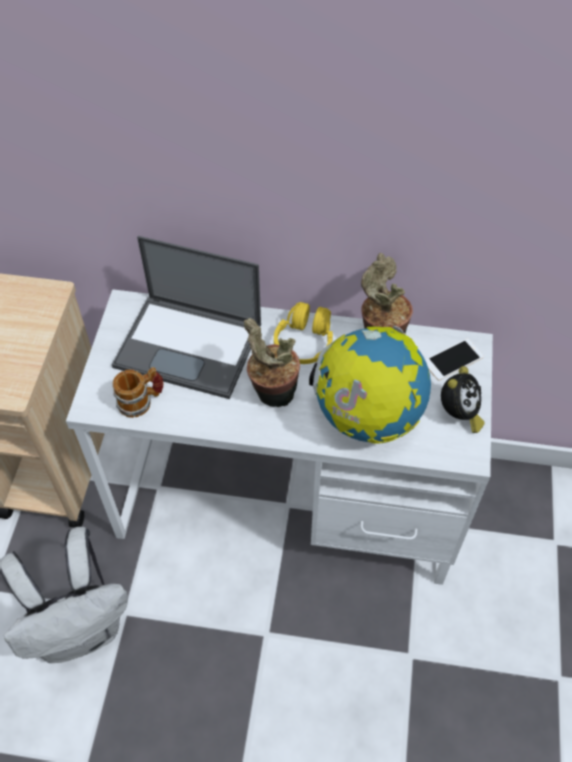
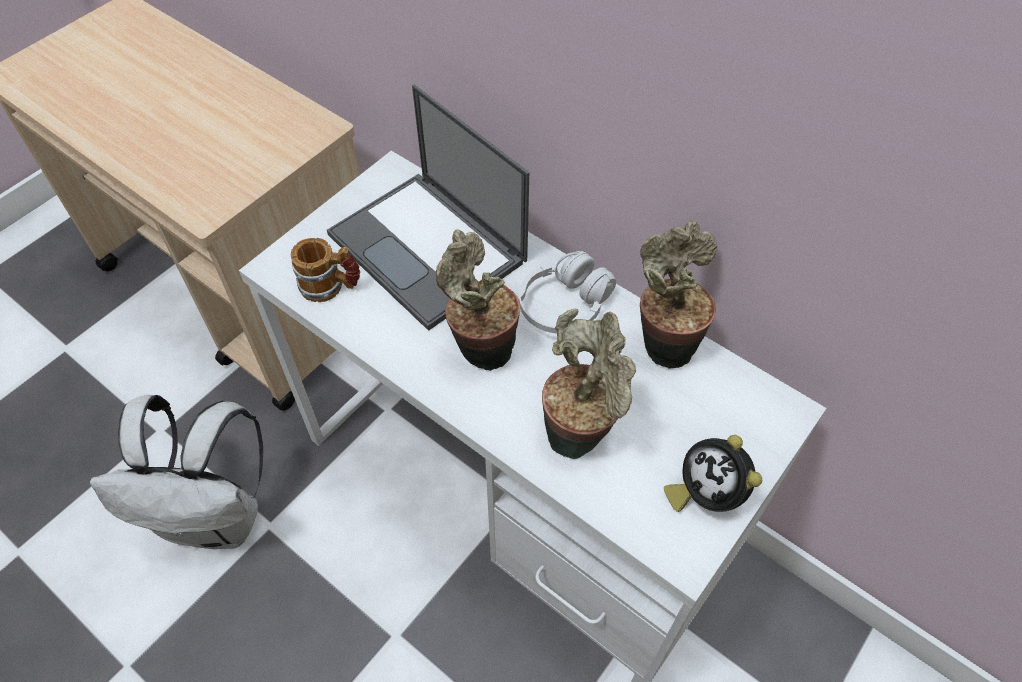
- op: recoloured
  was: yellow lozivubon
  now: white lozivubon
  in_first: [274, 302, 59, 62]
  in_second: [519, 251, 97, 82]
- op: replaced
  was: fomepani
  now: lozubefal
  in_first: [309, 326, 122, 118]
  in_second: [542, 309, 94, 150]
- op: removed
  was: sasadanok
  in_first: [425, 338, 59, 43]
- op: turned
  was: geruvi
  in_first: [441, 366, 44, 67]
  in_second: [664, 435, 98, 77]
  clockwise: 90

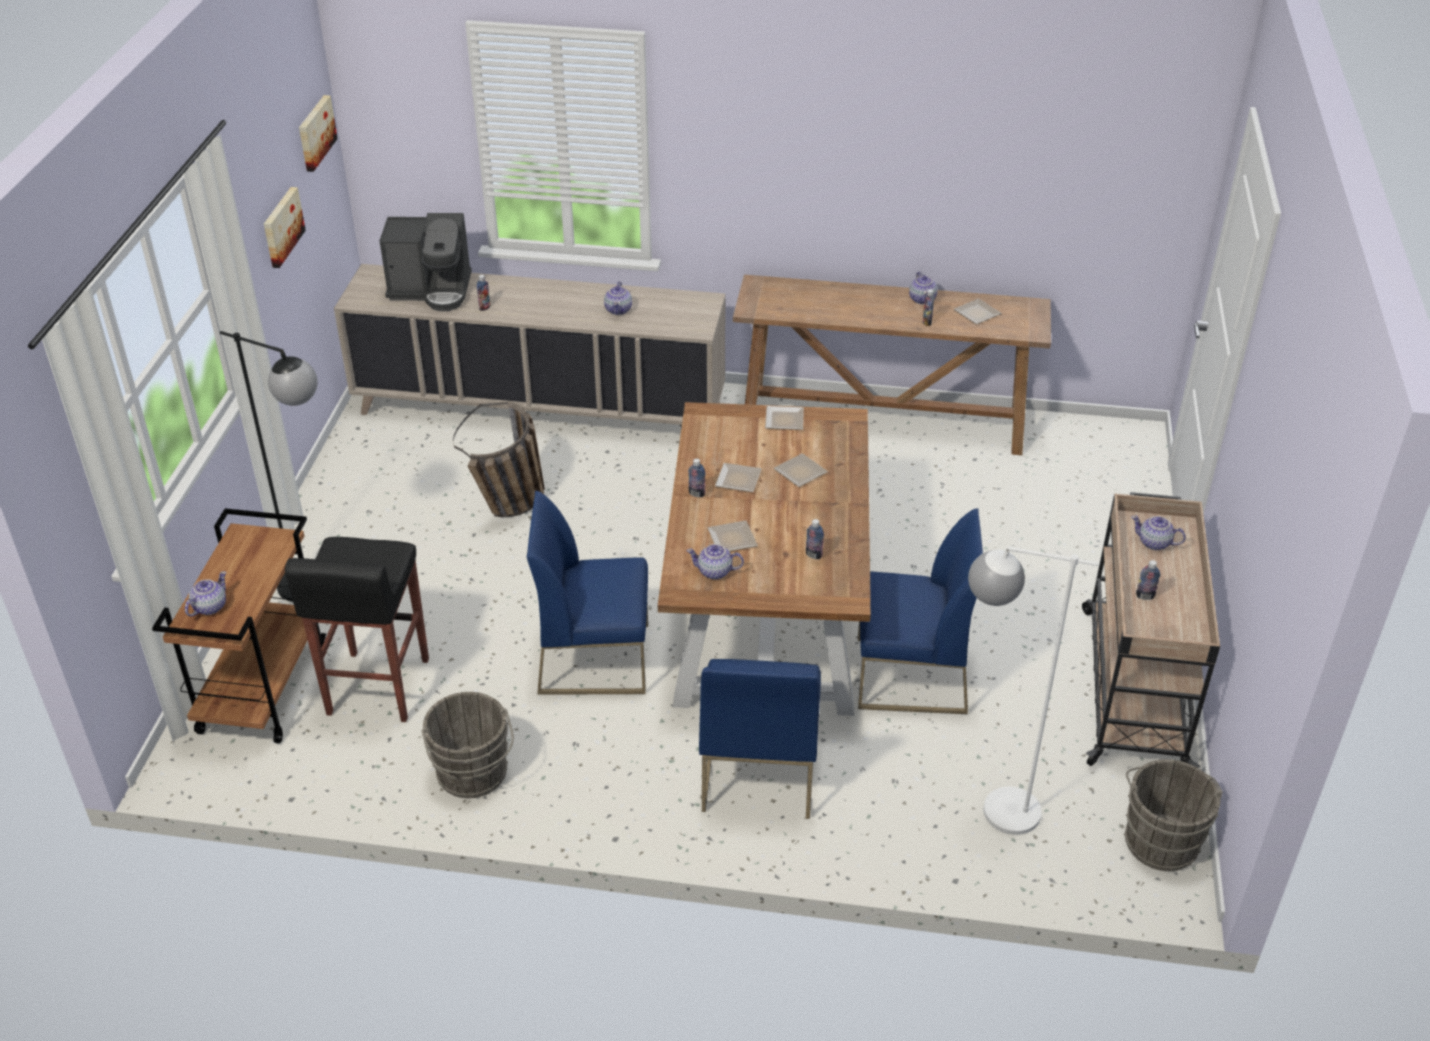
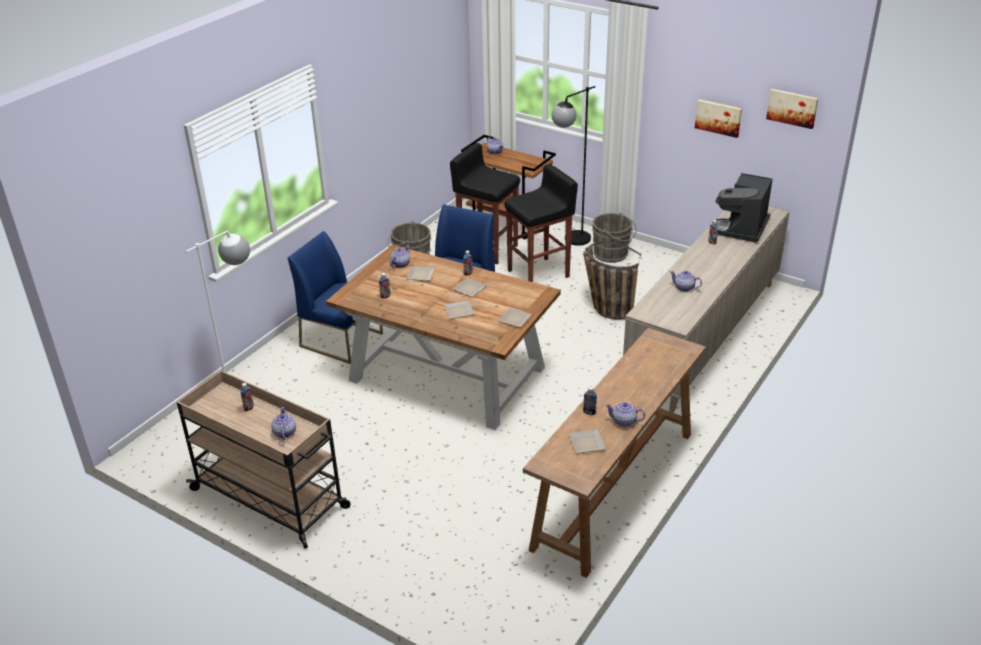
- op: removed
  was: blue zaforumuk
  in_first: [858, 508, 125, 206]
- op: turned
  was: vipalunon
  in_first: [1131, 515, 55, 35]
  in_second: [271, 407, 25, 33]
  clockwise: -60
- op: moved
  was: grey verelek
  in_first: [1124, 759, 99, 112]
  in_second: [592, 212, 45, 51]
- op: added
  now: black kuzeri
  in_second: [504, 164, 74, 118]

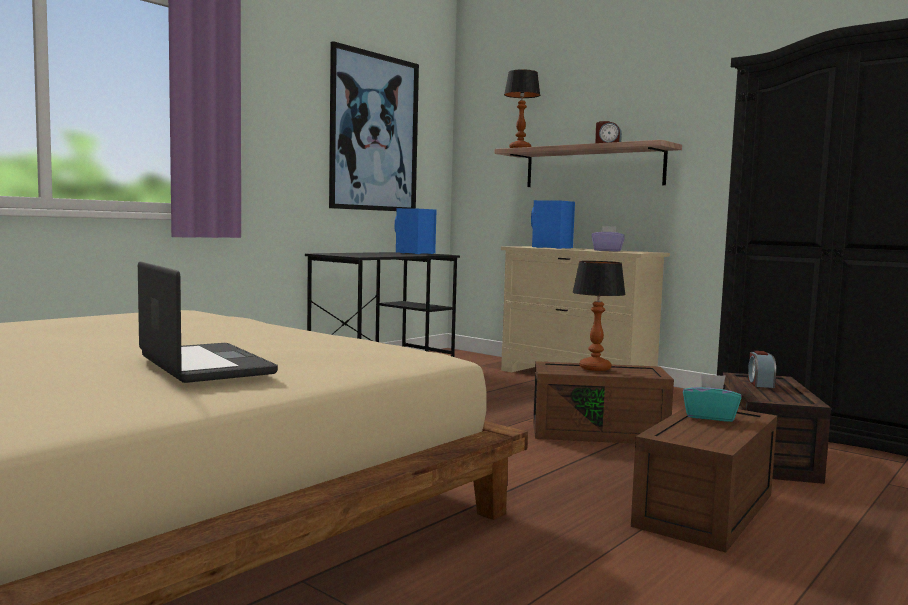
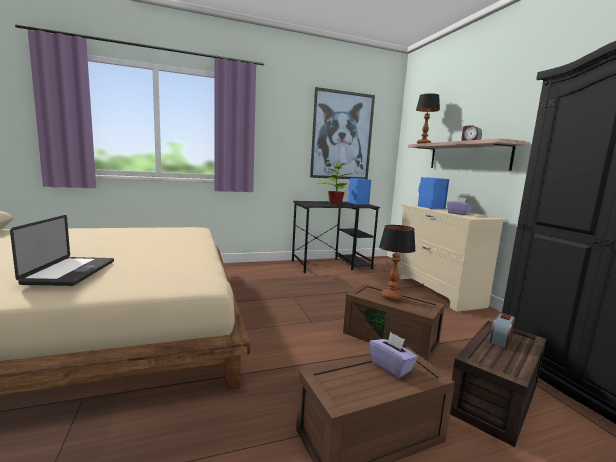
- op: recoloured
  was: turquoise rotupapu
  now: purple rotupapu
  in_first: [683, 373, 59, 49]
  in_second: [369, 332, 49, 46]
- op: added
  now: lozubefal
  in_second: [317, 161, 32, 44]

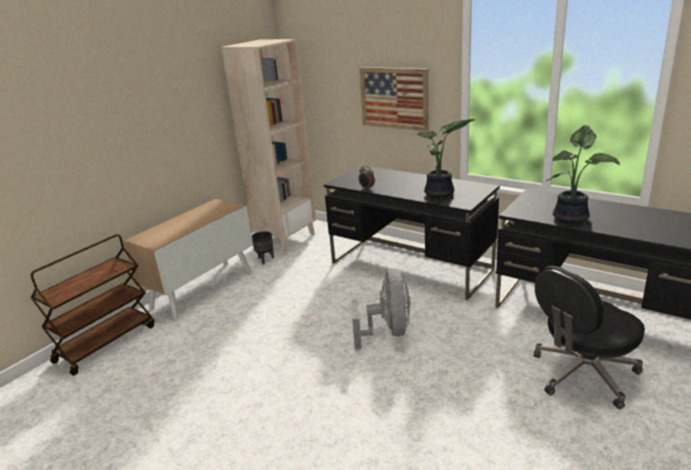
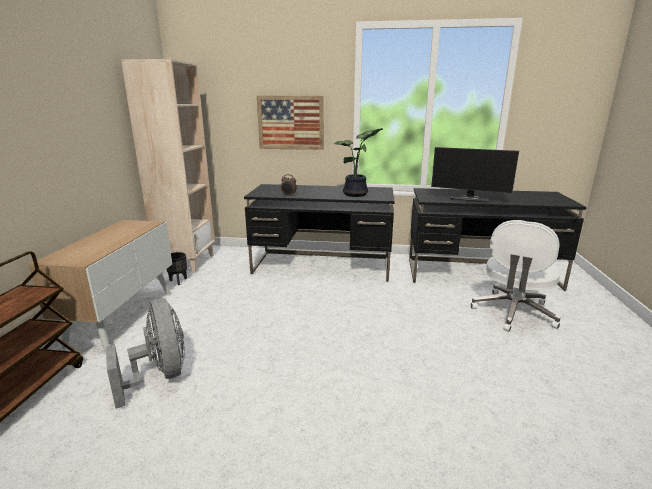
- op: replaced
  was: lozubefal
  now: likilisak
  in_first: [546, 125, 74, 99]
  in_second: [431, 147, 88, 56]
- op: recoloured
  was: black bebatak
  now: white bebatak
  in_first: [534, 266, 111, 143]
  in_second: [471, 220, 89, 112]
- op: moved
  was: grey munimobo
  in_first: [351, 268, 59, 81]
  in_second: [106, 298, 79, 111]

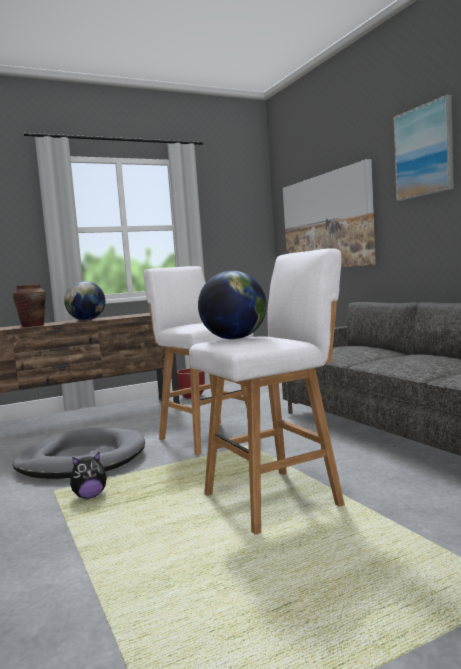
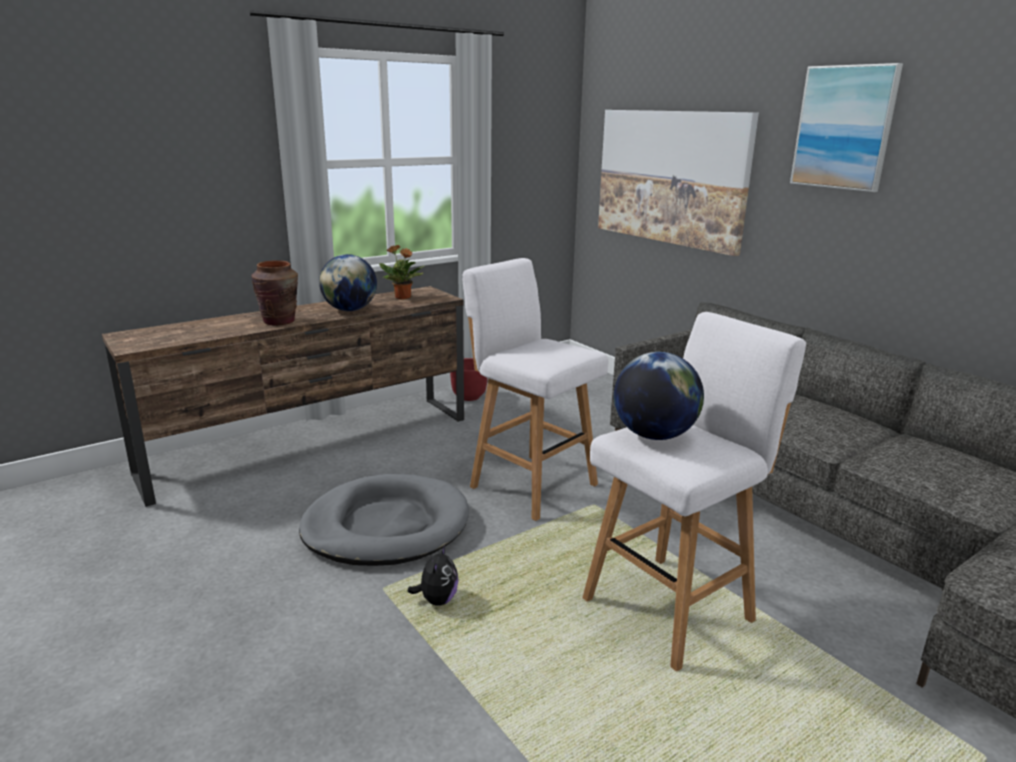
- op: turned
  was: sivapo
  in_first: [70, 452, 37, 47]
  in_second: [407, 545, 52, 60]
  clockwise: -45
- op: added
  now: lozubefal
  in_second: [379, 245, 45, 54]

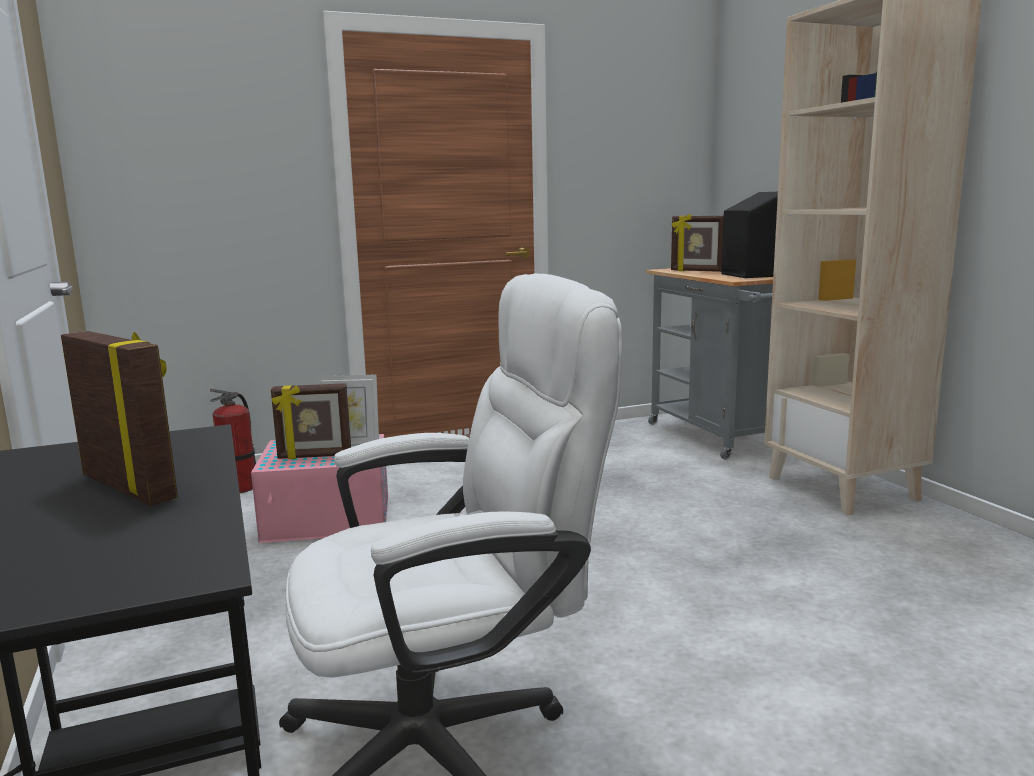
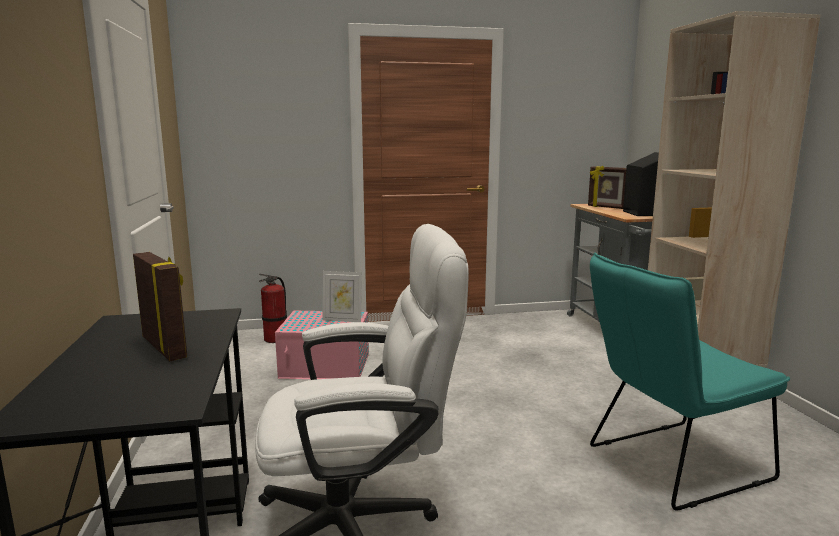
- op: removed
  was: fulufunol
  in_first: [271, 383, 80, 76]
- op: added
  now: turquoise zaforumuk
  in_second: [590, 252, 200, 258]

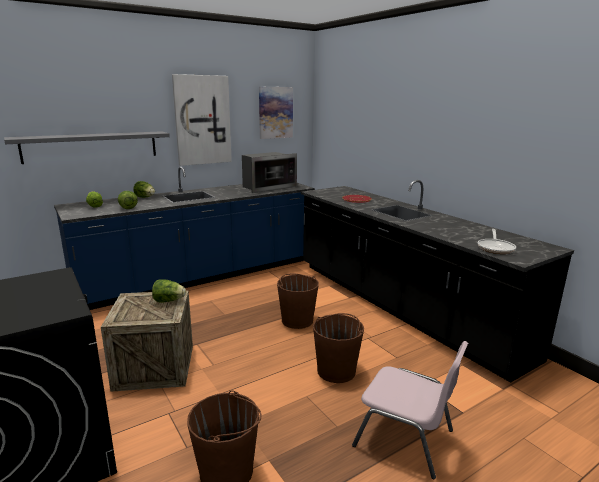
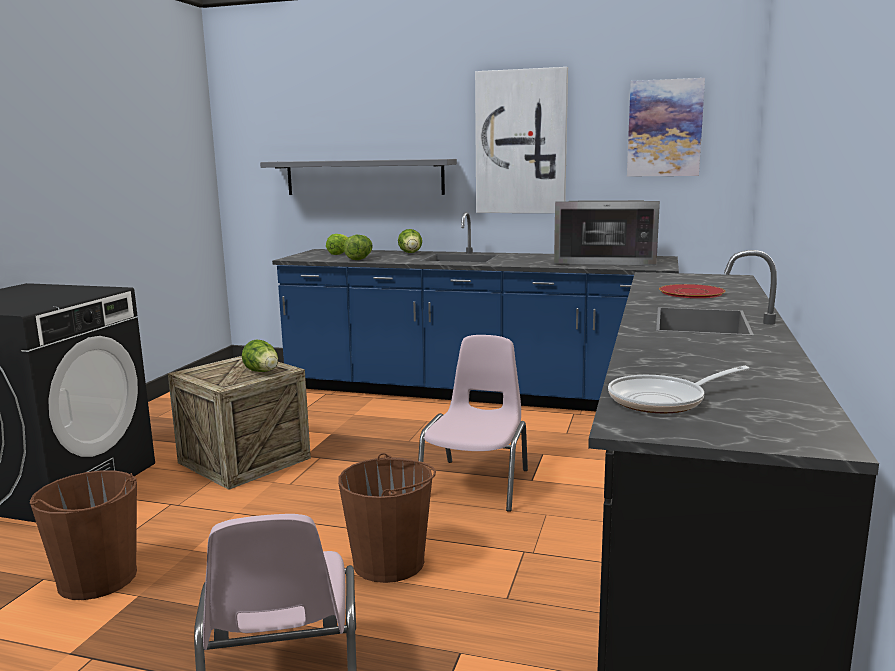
- op: replaced
  was: brown verelek
  now: pink zaforumuk
  in_first: [277, 274, 42, 55]
  in_second: [418, 335, 110, 177]

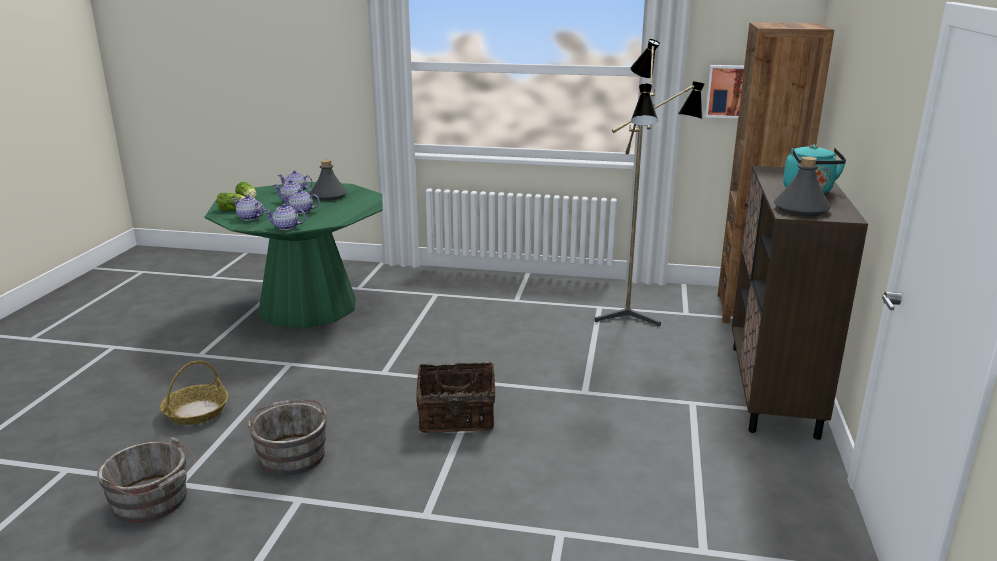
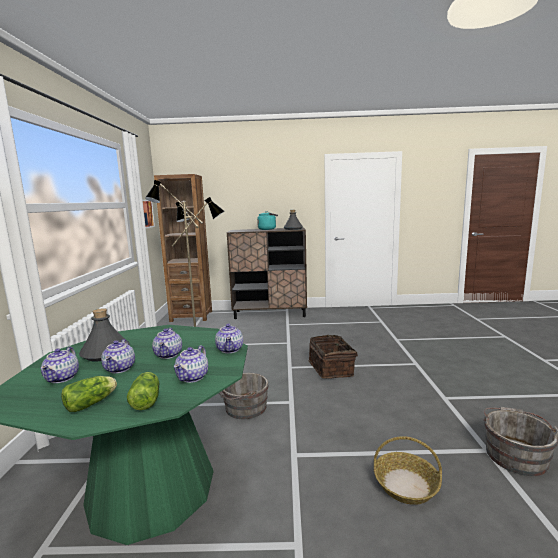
- op: moved
  was: grey verelek
  in_first: [248, 399, 79, 77]
  in_second: [219, 373, 50, 46]

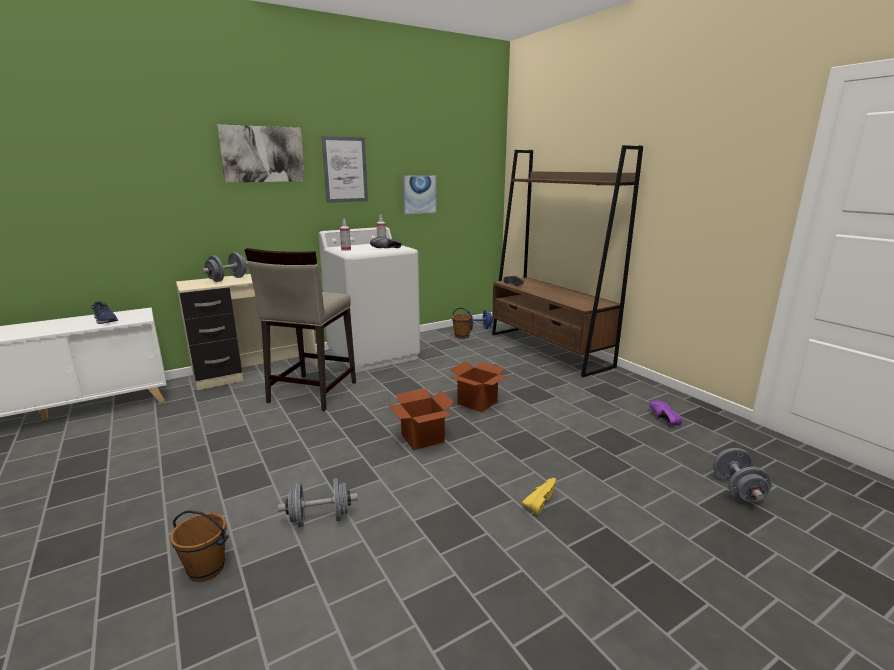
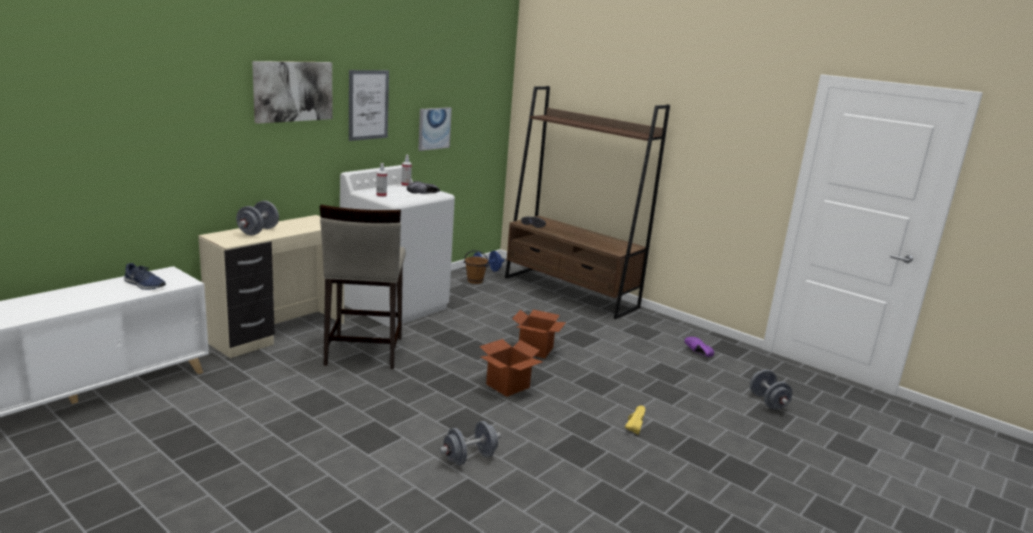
- op: removed
  was: brown verelek
  in_first: [170, 510, 59, 72]

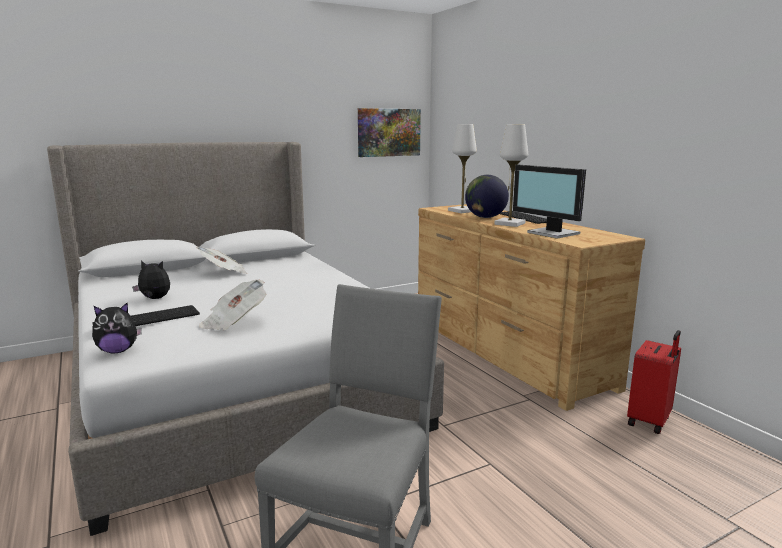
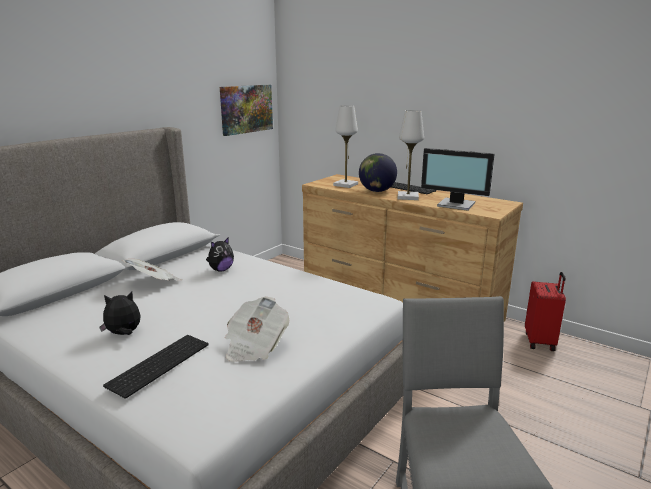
- op: moved
  was: sivapo
  in_first: [92, 303, 50, 51]
  in_second: [206, 237, 28, 35]

